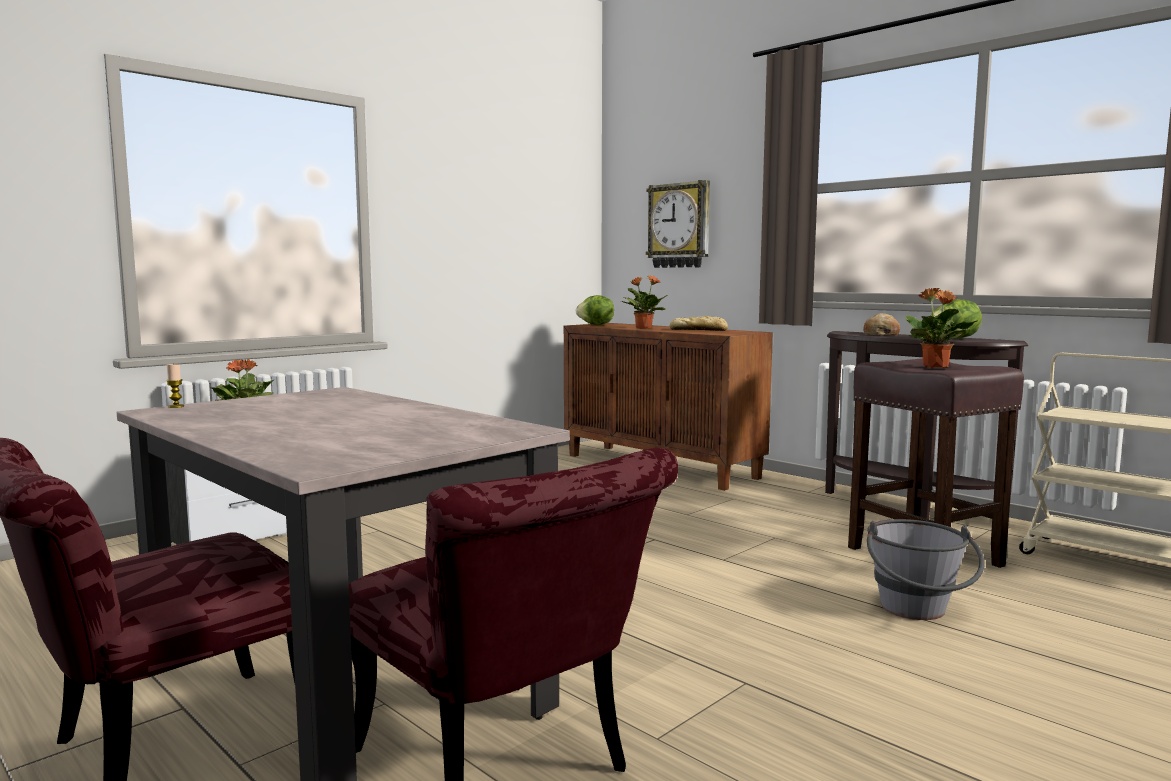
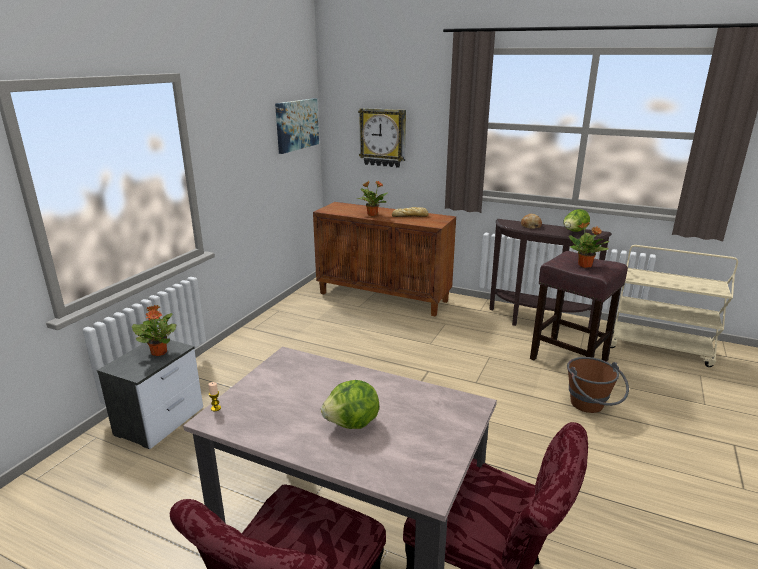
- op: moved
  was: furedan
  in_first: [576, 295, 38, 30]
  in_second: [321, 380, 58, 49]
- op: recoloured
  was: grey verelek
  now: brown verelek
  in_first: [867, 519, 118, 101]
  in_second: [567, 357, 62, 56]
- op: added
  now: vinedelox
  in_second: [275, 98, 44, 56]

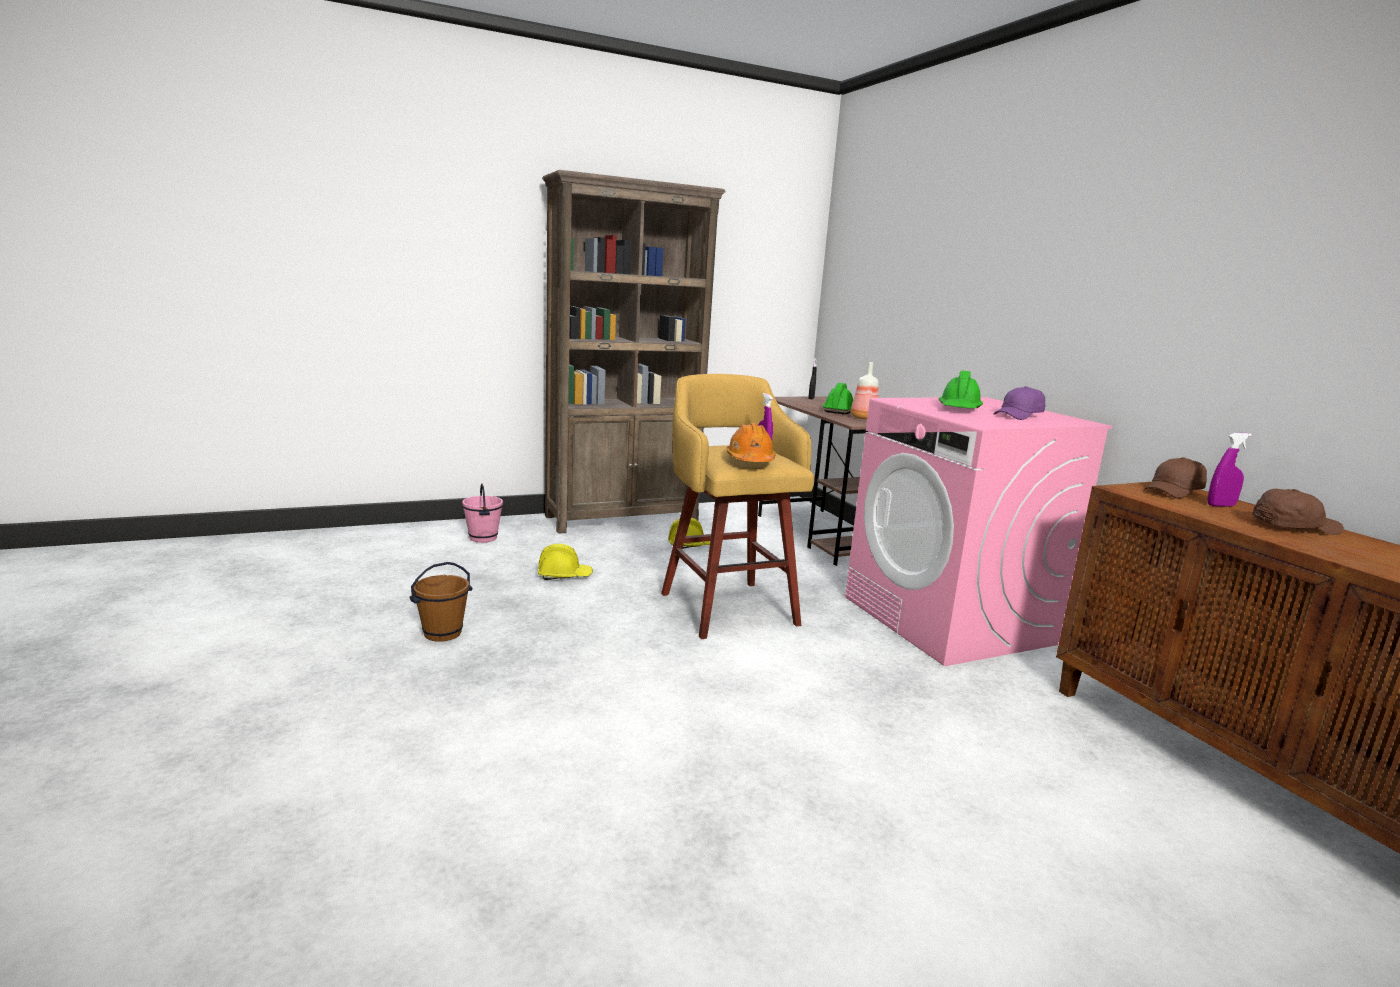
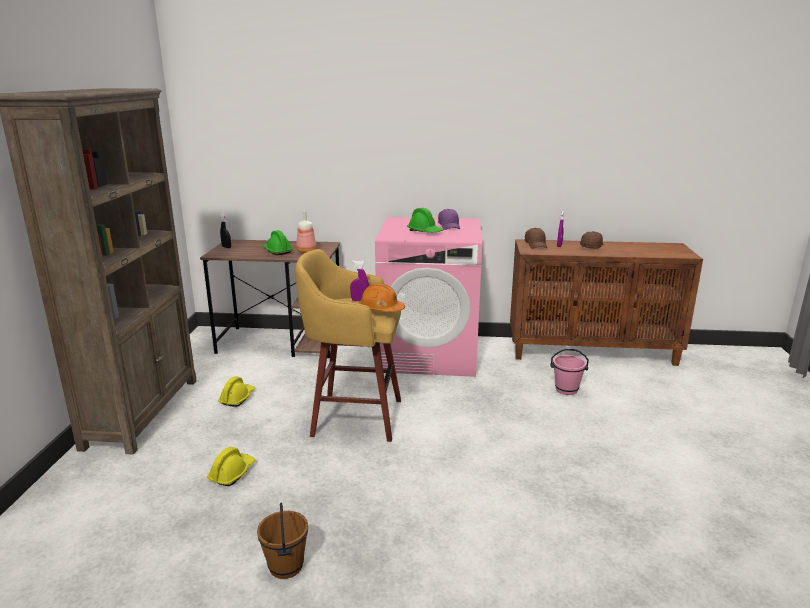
- op: moved
  was: pink verelek
  in_first: [462, 483, 41, 60]
  in_second: [550, 349, 39, 46]

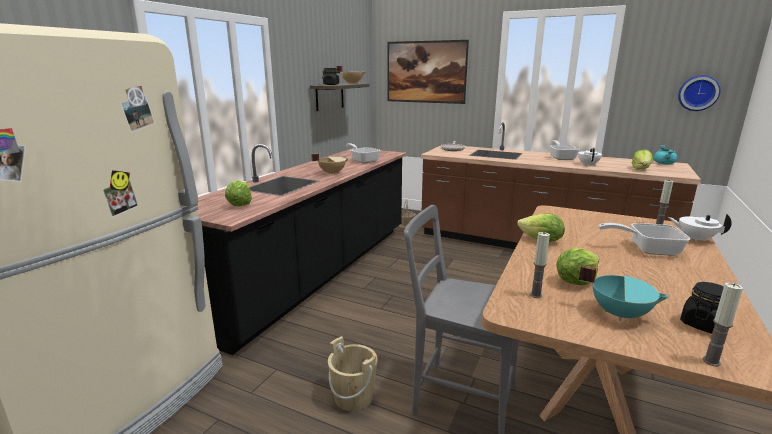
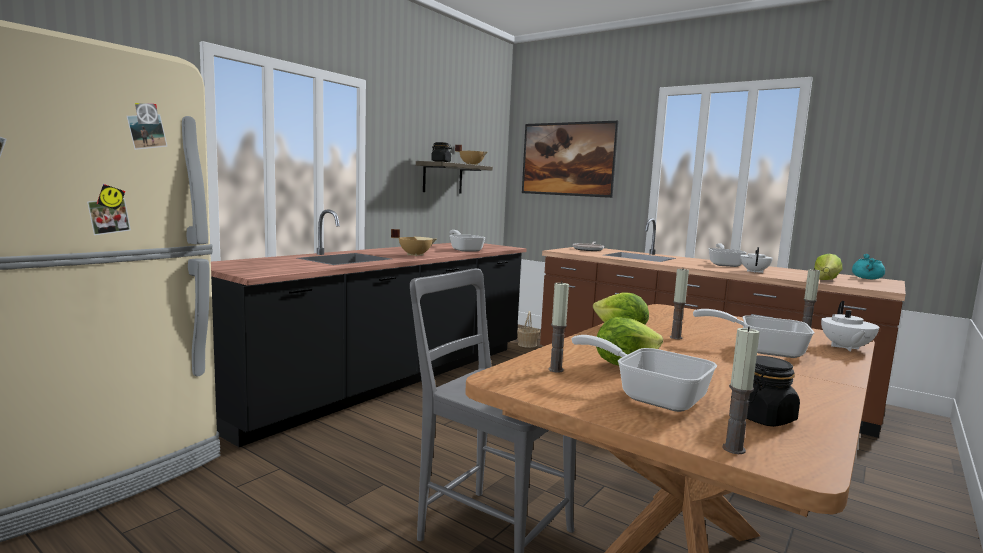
- op: removed
  was: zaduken
  in_first: [678, 75, 43, 36]
- op: removed
  was: furedan
  in_first: [225, 180, 27, 27]
- op: turned
  was: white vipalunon
  in_first: [668, 213, 64, 29]
  in_second: [821, 301, 58, 50]
  clockwise: -120
- op: replaced
  was: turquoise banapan
  now: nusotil
  in_first: [579, 265, 91, 56]
  in_second: [571, 335, 146, 77]
- op: removed
  was: beige verelek
  in_first: [328, 336, 50, 75]
- op: added
  now: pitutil
  in_second: [670, 269, 19, 70]

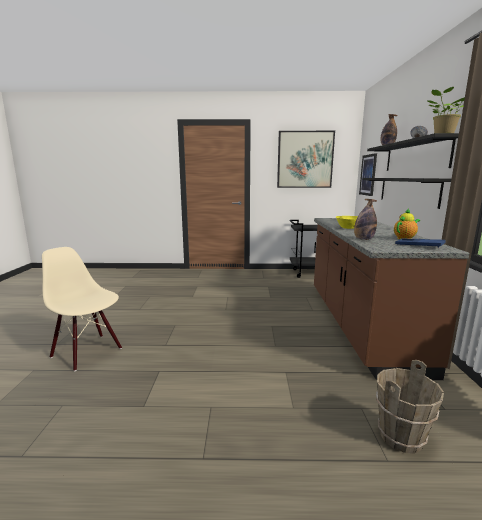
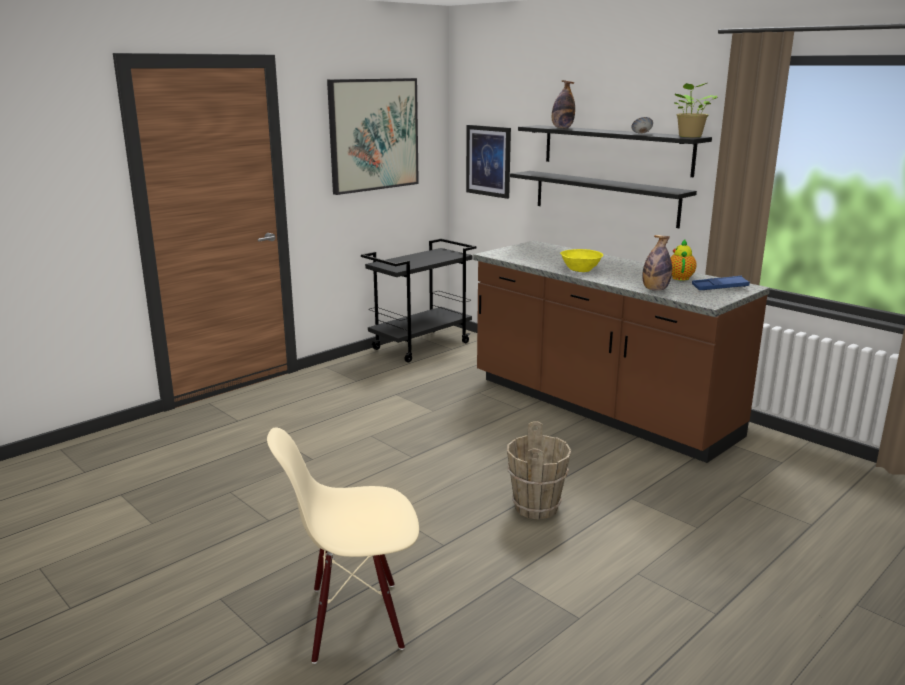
- op: moved
  was: brown verelek
  in_first: [376, 360, 68, 93]
  in_second: [507, 421, 64, 99]

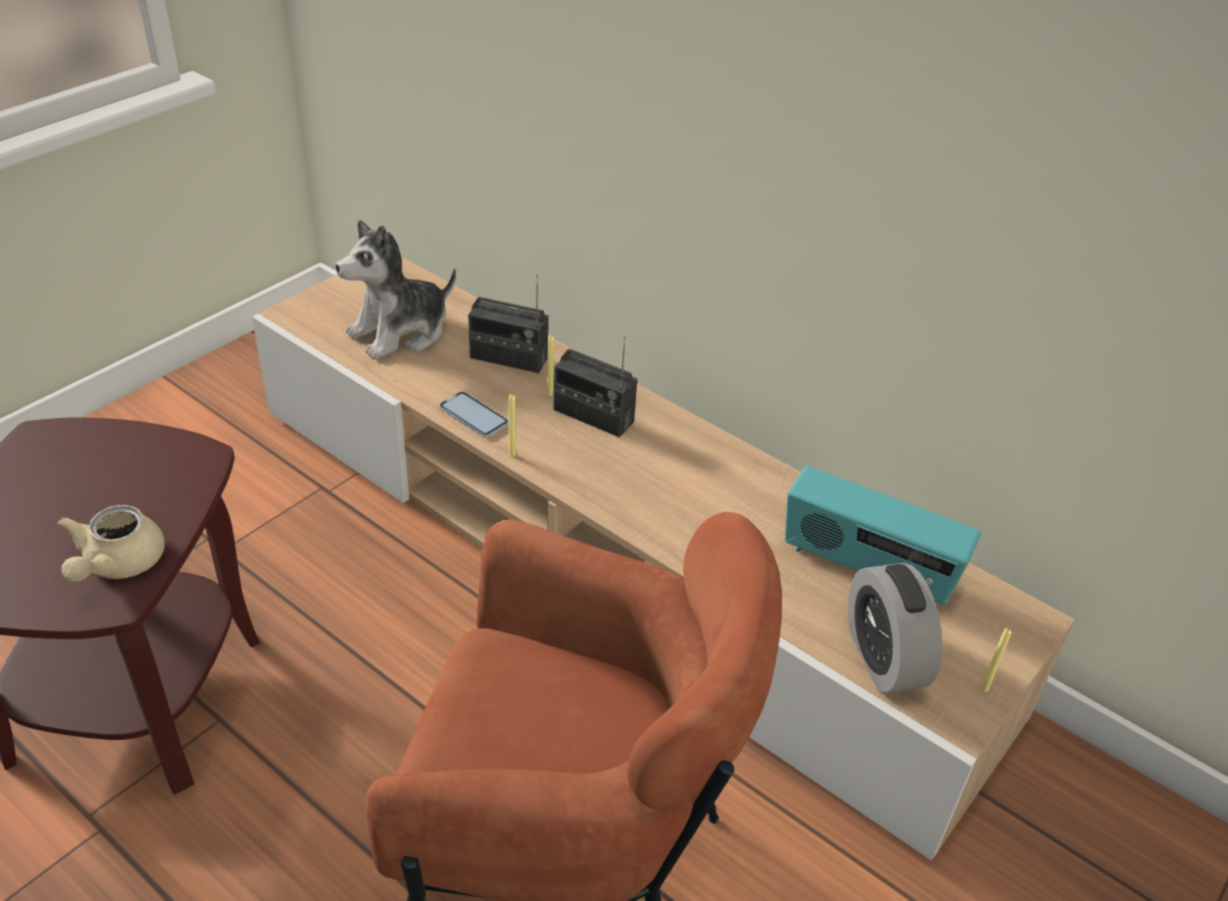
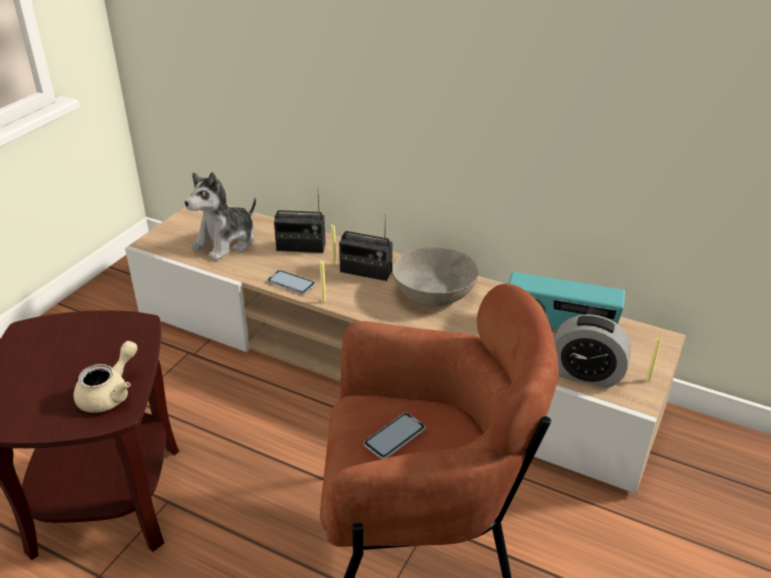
- op: turned
  was: beige vipalunon
  in_first: [58, 505, 107, 77]
  in_second: [73, 341, 65, 72]
  clockwise: -150
- op: turned
  was: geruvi
  in_first: [848, 563, 95, 130]
  in_second: [554, 314, 77, 74]
  clockwise: -45
- op: added
  now: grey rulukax
  in_second: [392, 247, 87, 60]
- op: added
  now: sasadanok
  in_second: [364, 413, 61, 46]

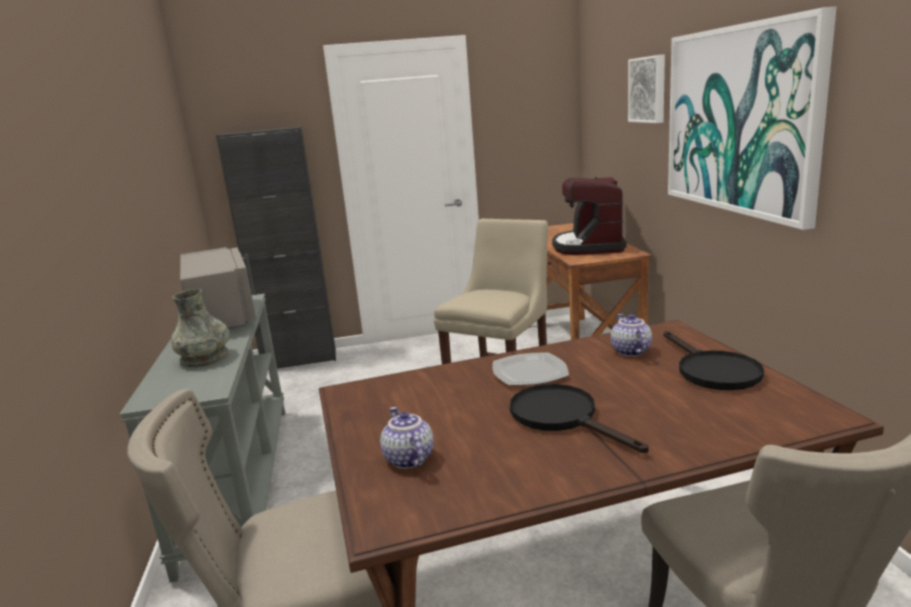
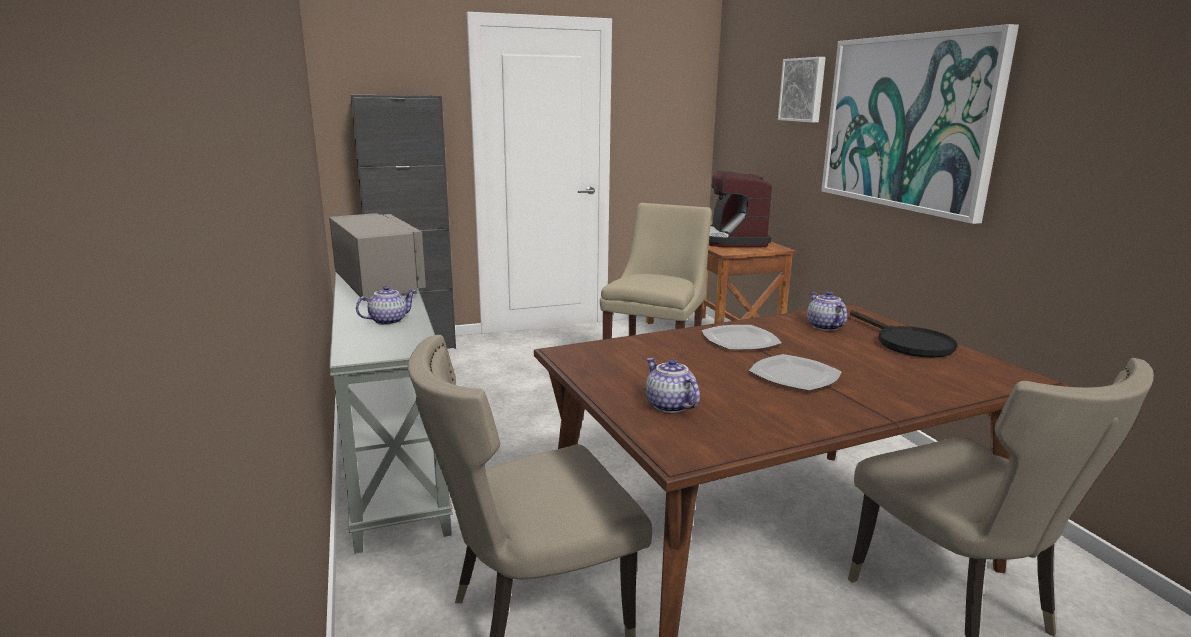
- op: replaced
  was: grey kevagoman
  now: vipalunon
  in_first: [171, 289, 59, 78]
  in_second: [356, 286, 60, 39]
- op: replaced
  was: black nusotil
  now: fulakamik
  in_first: [510, 384, 139, 69]
  in_second: [749, 354, 92, 37]

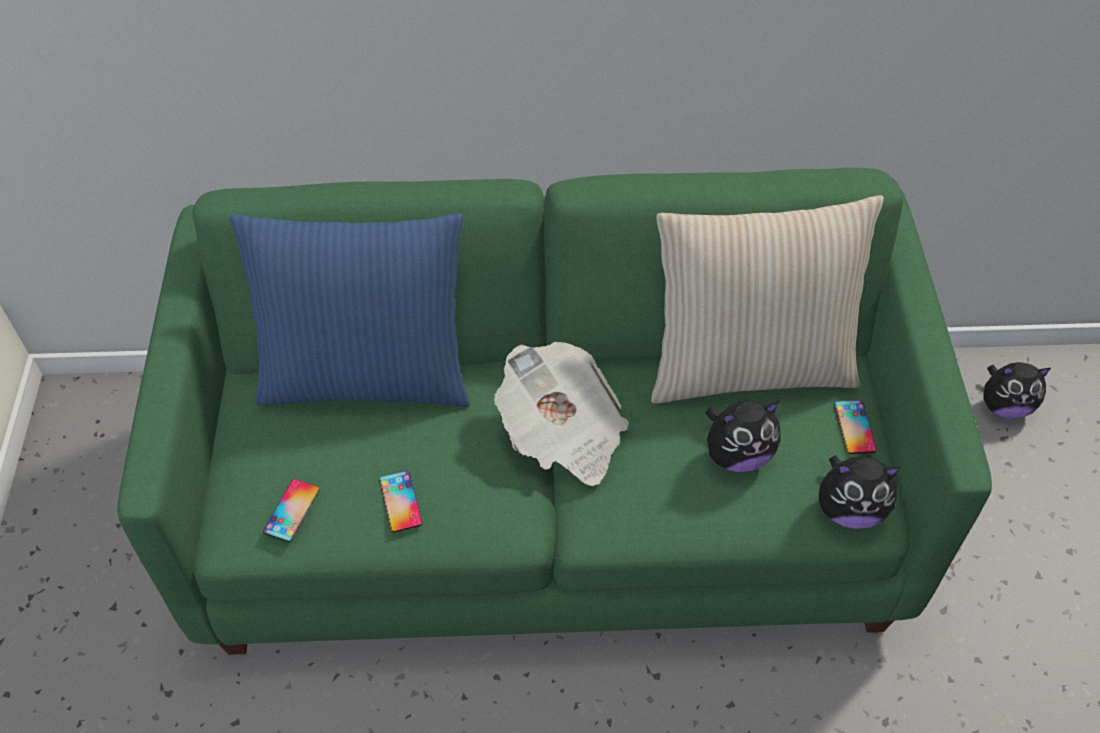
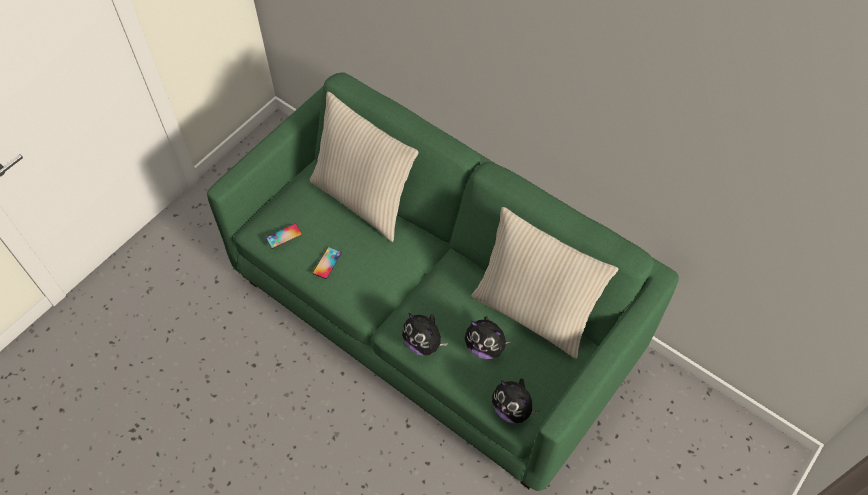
- op: recoloured
  was: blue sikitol
  now: beige sikitol
  in_first: [230, 213, 240, 194]
  in_second: [310, 92, 109, 150]
- op: removed
  was: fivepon
  in_first: [494, 342, 135, 144]
- op: moved
  was: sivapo
  in_first: [983, 362, 68, 57]
  in_second: [402, 313, 46, 43]
- op: removed
  was: sasadanok
  in_first: [834, 400, 43, 54]

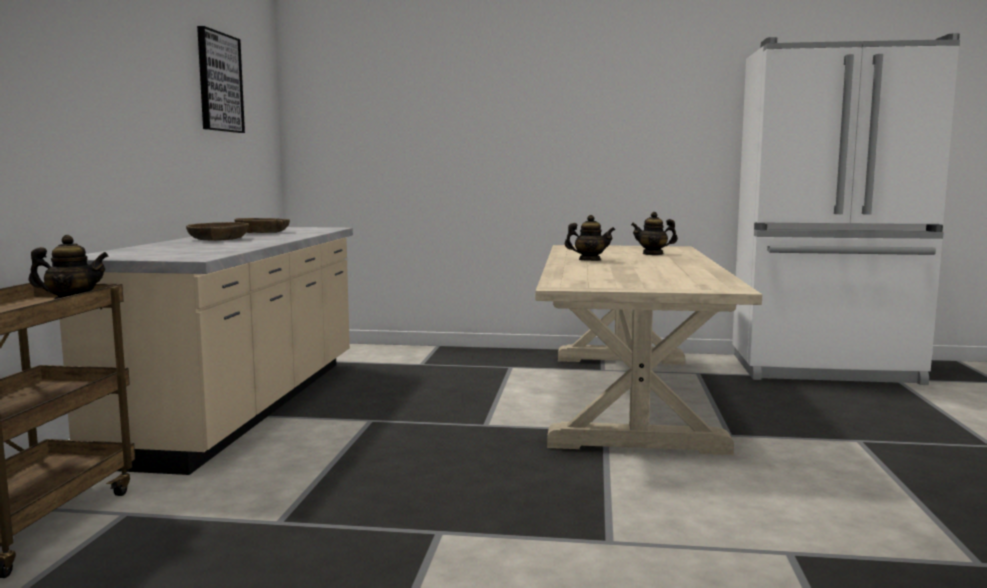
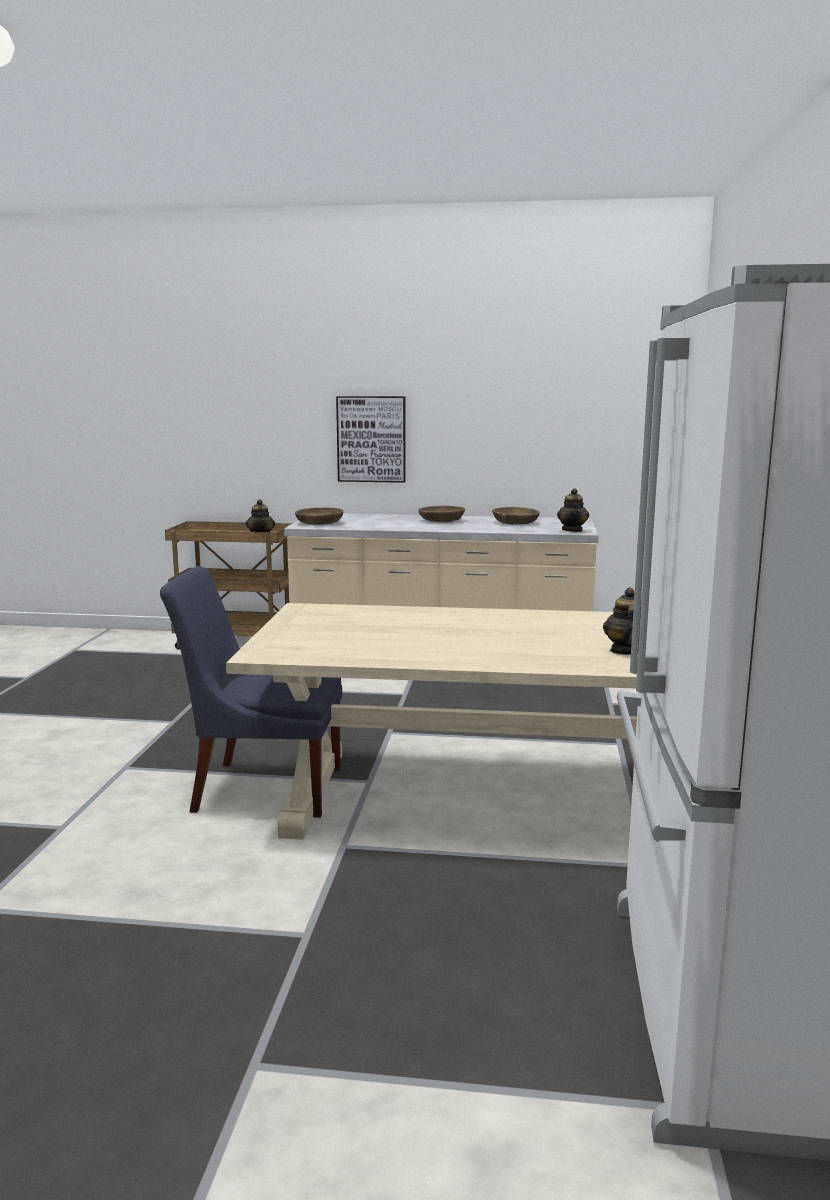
- op: moved
  was: vinedelox
  in_first: [197, 26, 48, 107]
  in_second: [336, 396, 70, 87]
- op: moved
  was: vipalunon
  in_first: [565, 215, 50, 46]
  in_second: [557, 488, 32, 44]
- op: added
  now: brown rulukax
  in_second: [295, 507, 49, 18]
- op: added
  now: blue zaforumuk
  in_second: [160, 566, 182, 252]

